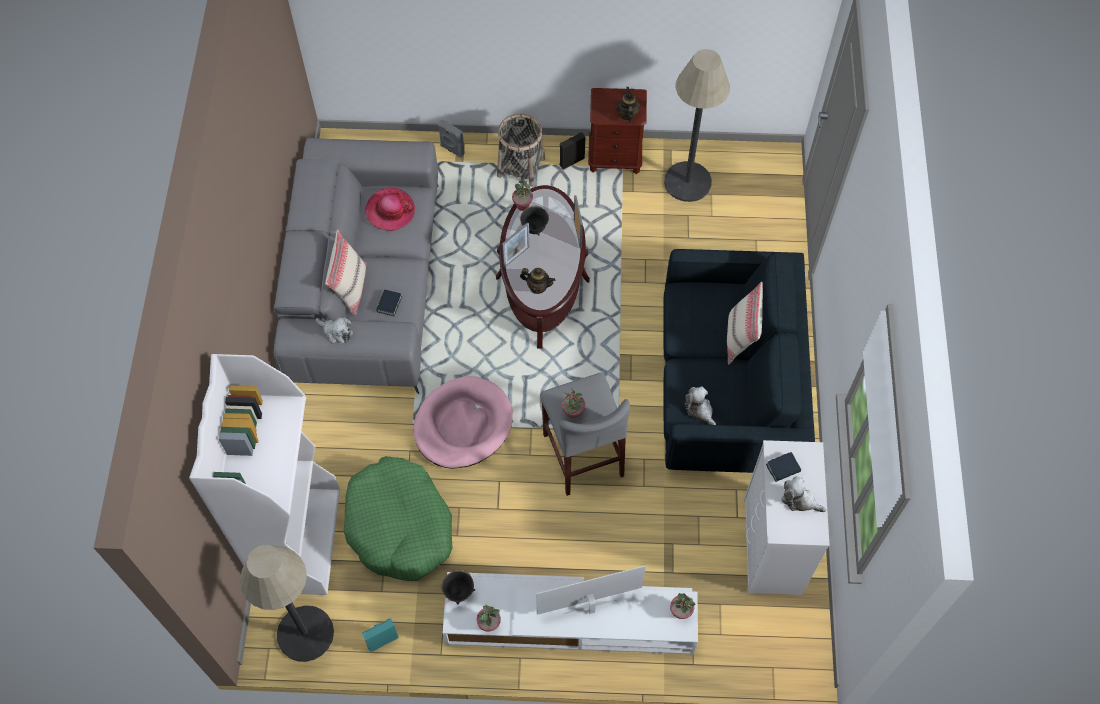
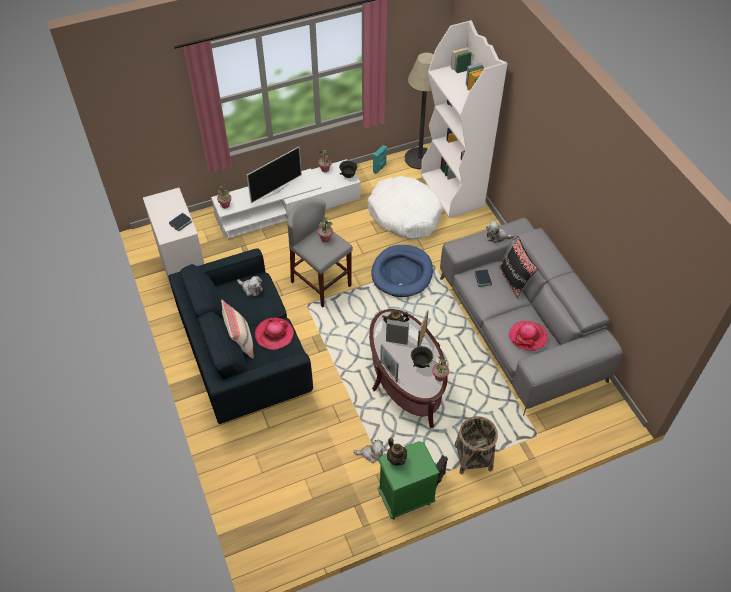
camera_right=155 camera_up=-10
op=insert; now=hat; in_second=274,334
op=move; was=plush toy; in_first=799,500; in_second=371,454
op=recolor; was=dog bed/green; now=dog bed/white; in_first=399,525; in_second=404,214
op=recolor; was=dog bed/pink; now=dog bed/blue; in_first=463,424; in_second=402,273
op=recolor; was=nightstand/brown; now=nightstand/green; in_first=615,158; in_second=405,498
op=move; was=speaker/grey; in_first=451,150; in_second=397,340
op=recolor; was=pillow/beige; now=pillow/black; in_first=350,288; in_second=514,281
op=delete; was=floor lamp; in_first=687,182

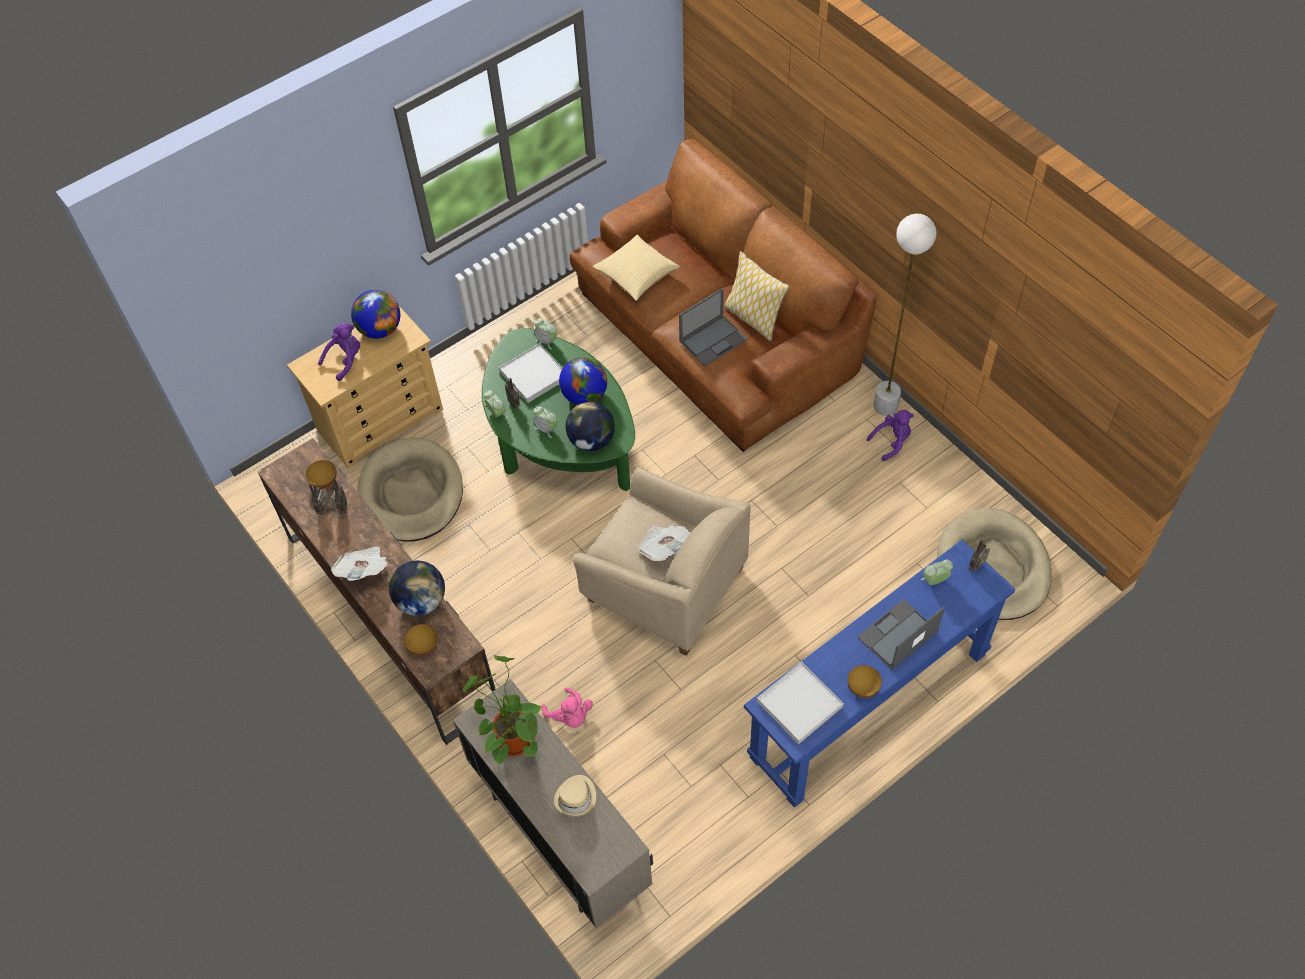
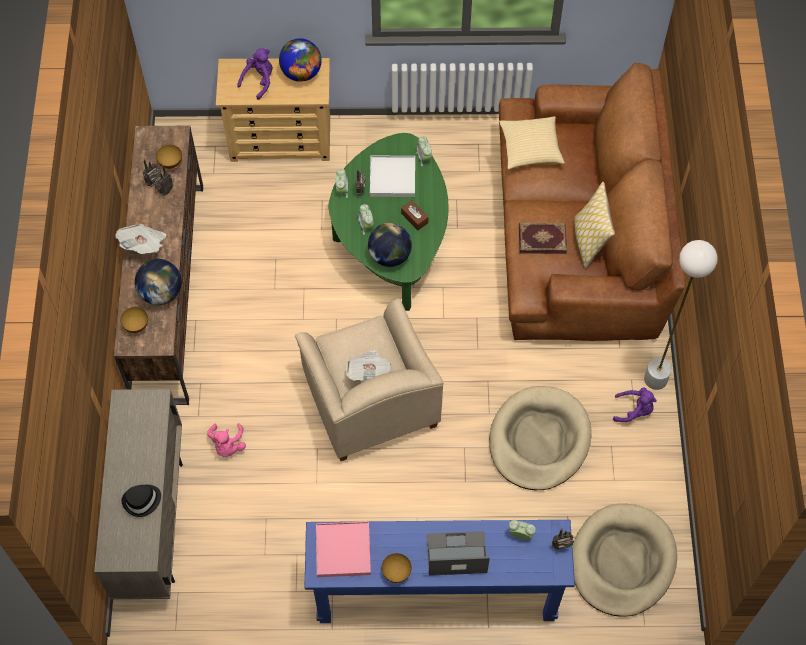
camera_right=35 camera_up=5
op=recolor; was=hat/beige; now=hat/black; in_first=576,797; in_second=142,501
op=rotate; was=plush toy/purple; in_first=345,360; in_second=259,81; clockwise=-45
op=recolor; was=tray/white; now=tray/pink; in_first=799,704; in_second=343,550
op=replace; was=globe; now=tissue box/brown; in_first=584,395; in_second=414,218
op=move; was=dog bed/beige; in_first=411,493; in_second=539,440
op=replace; was=laptop; now=book; in_first=713,340; in_second=542,238
op=delete; was=potted plant; in_first=510,738

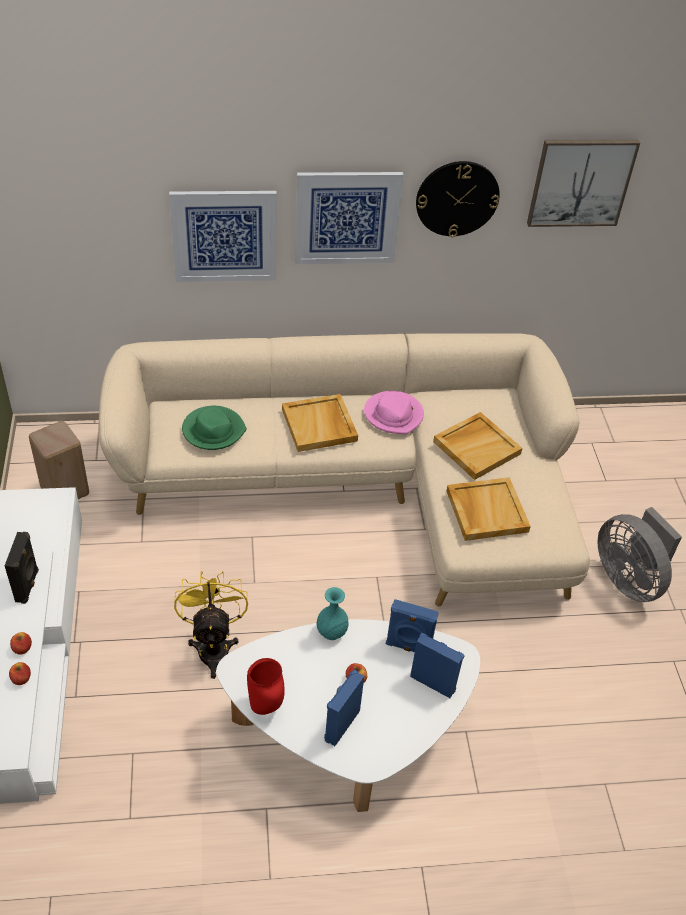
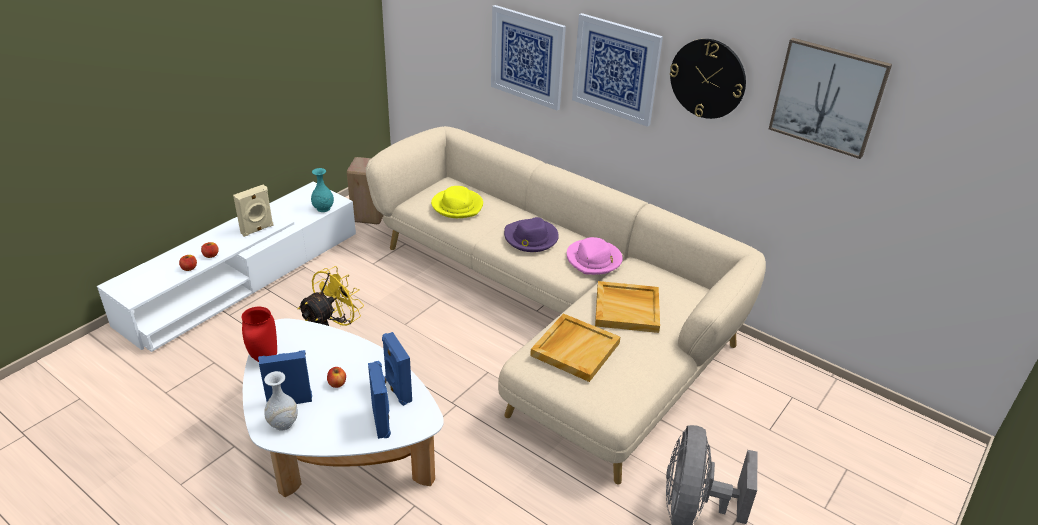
camera_right=45 camera_up=-10
op=recolor; was=speaker/black; now=speaker/beige; in_first=28,586; in_second=257,230
op=insert; now=vase/white; in_second=283,423
op=move; was=vase/turquoise; in_first=332,632; in_second=323,208
op=recolor; was=hat/green; now=hat/yellow; in_first=213,430; in_second=457,206
op=replace; was=tray/beige; now=hat/purple; in_first=320,425; in_second=531,238

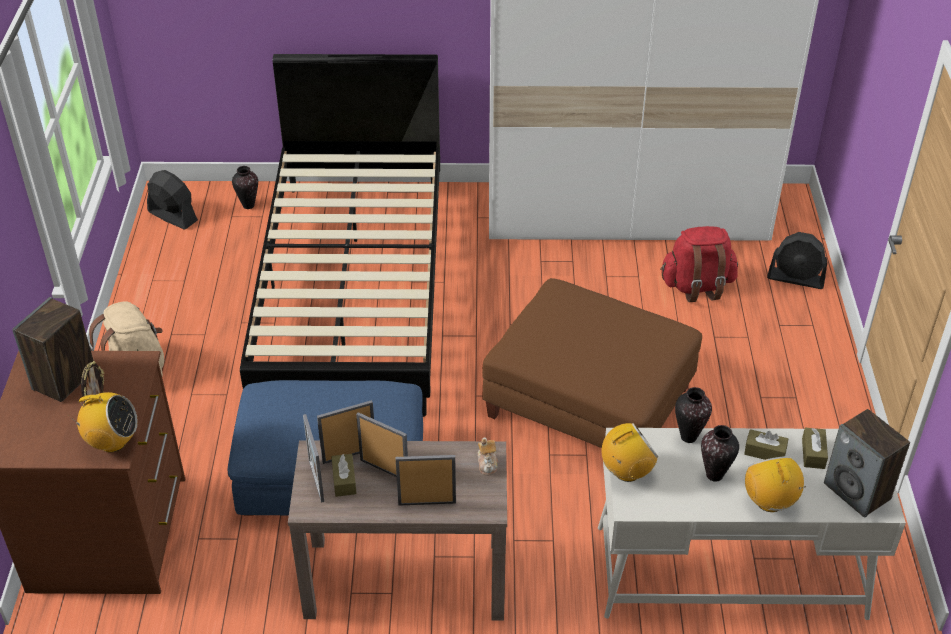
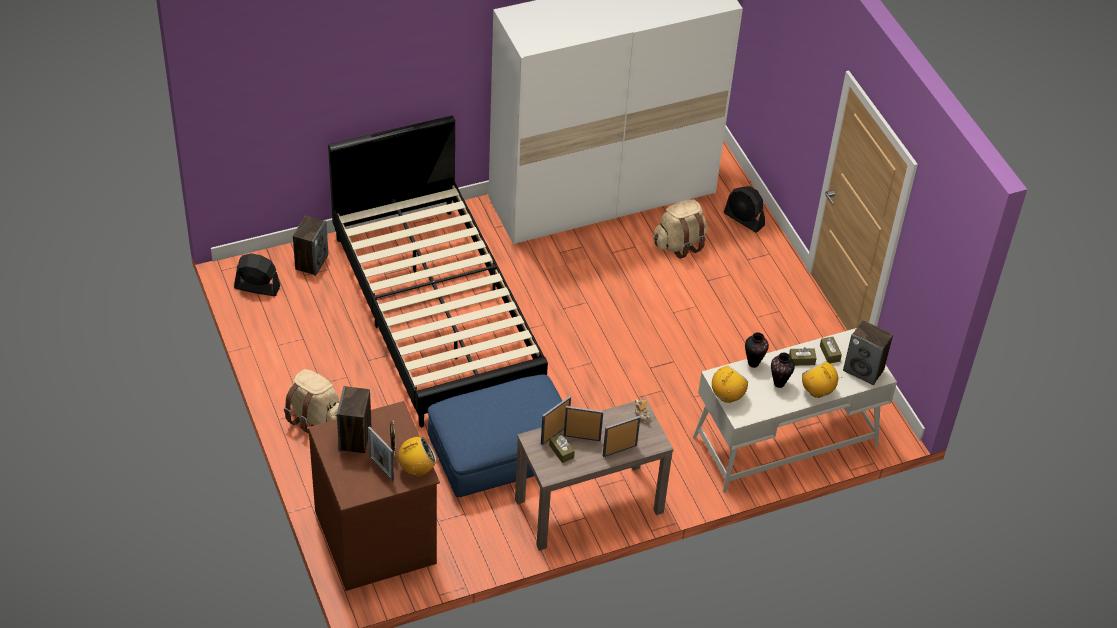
camera_right=-25 camera_up=5
op=replace; was=vase; now=speaker; in_first=248,205; in_second=311,262
op=move; was=picture frame; in_first=316,481; in_second=381,468
op=recolor; was=backpack/red; now=backpack/beige; in_first=697,286; in_second=679,244
op=rotate; was=fan/black; in_first=796,278; in_second=744,219; clockwise=45
op=delete; was=ottoman/brown; in_first=588,402

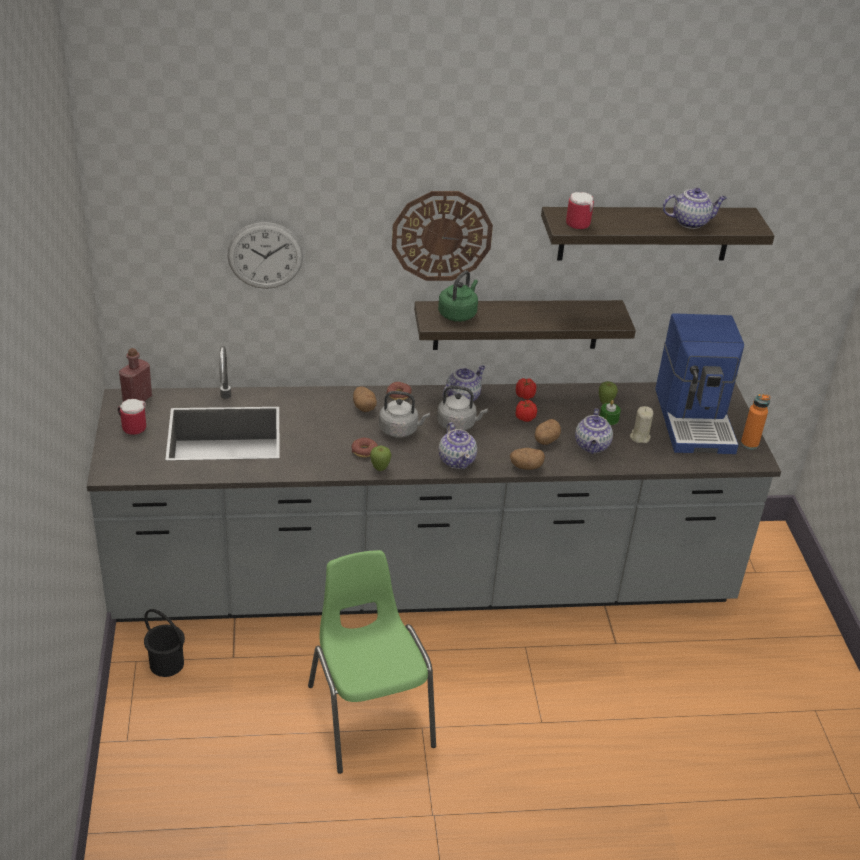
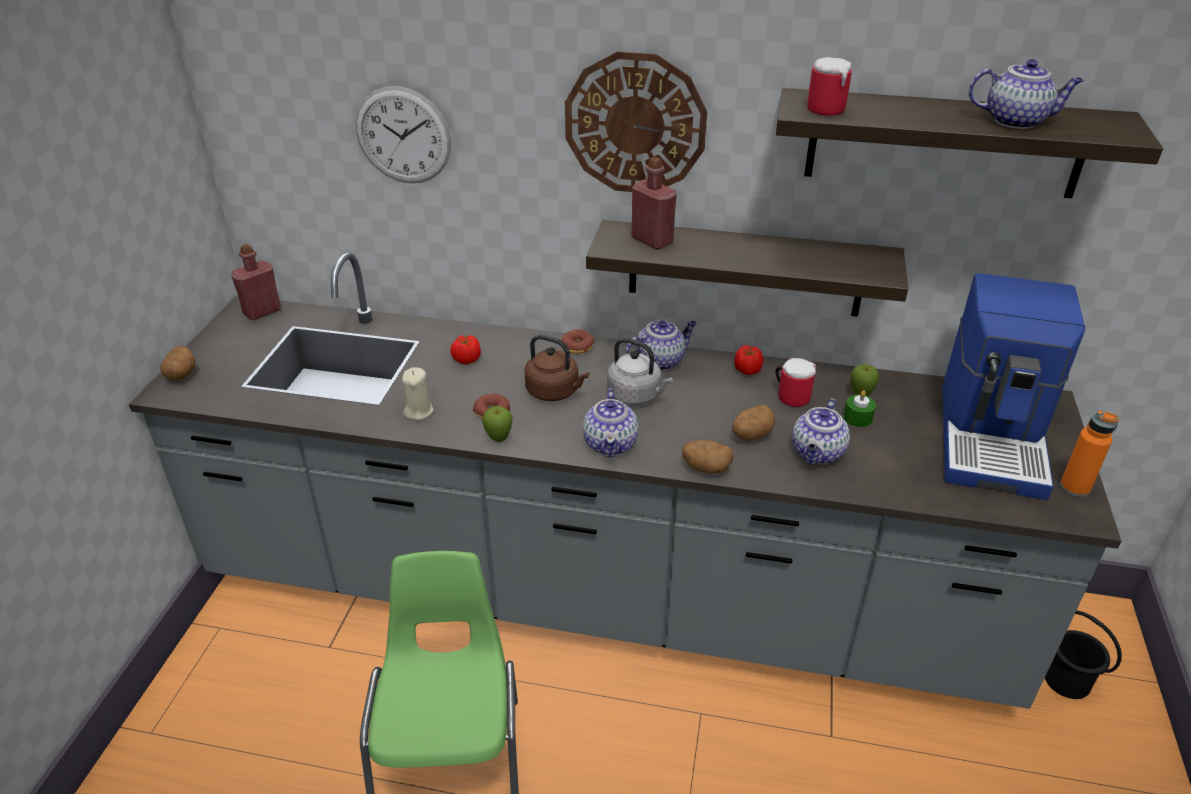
camera_right=20 camera_up=0
op=move; was=potato; in_first=364,407; in_second=182,374
op=move; was=candle/beige; in_first=639,437; in_second=418,411
op=move; was=tomato; in_first=524,418; in_second=466,359
op=recolor; was=kettle/grey; now=kettle/brown; in_first=400,430; in_second=555,392
op=replace; was=kettle/green; now=bottle/red; in_first=458,314; in_second=652,240
op=move; was=mug; in_first=132,426; in_second=791,395
op=move; was=bucket/black; in_first=167,663; in_second=1067,679

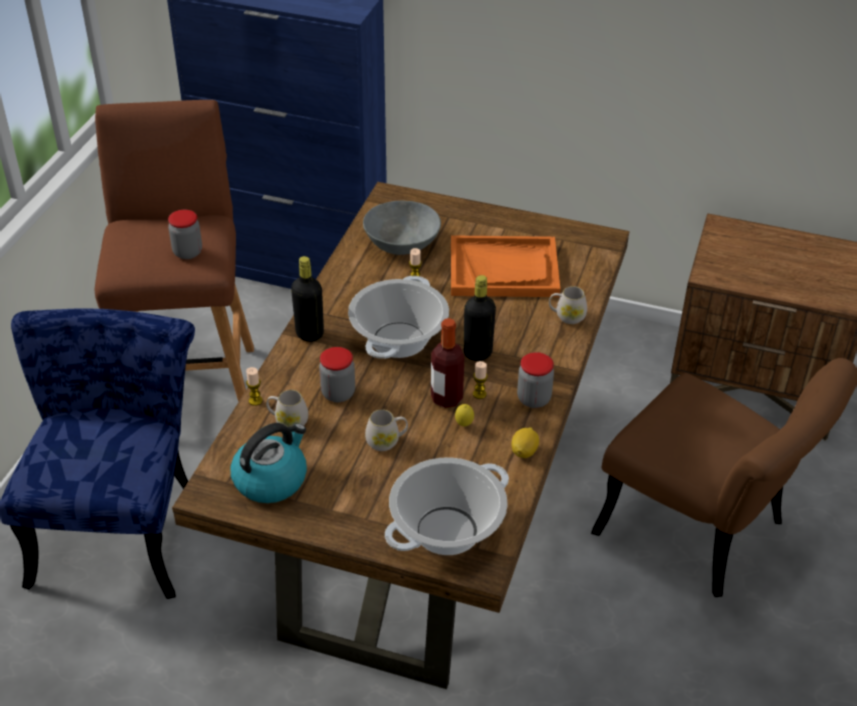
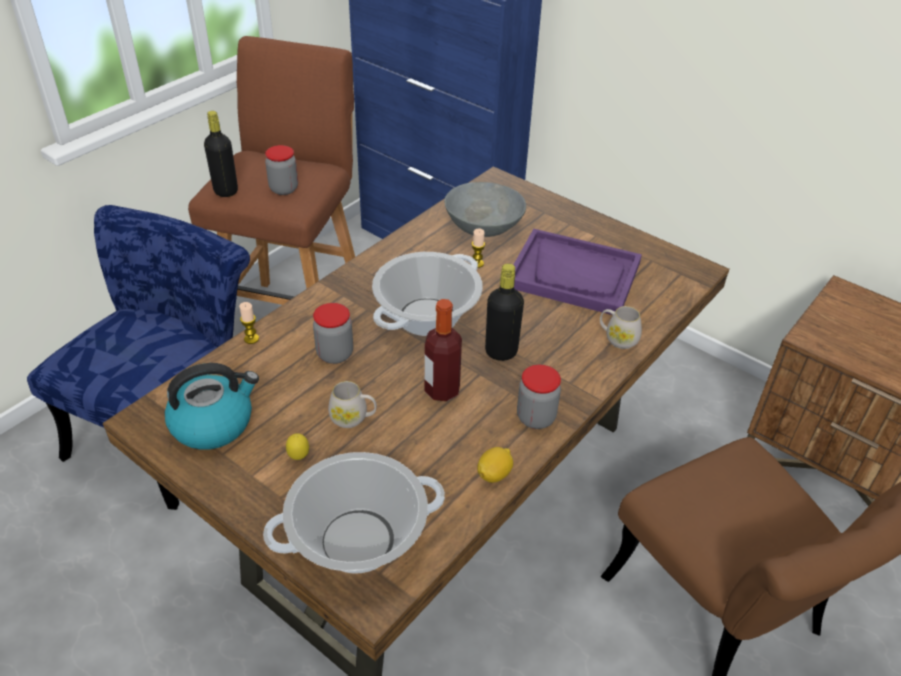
camera_right=20 camera_up=0
op=move; was=bottle/black; in_first=309,334; in_second=226,191
op=move; was=lemon; in_first=464,425; in_second=299,457
op=recolor; was=tray/orange; now=tray/purple; in_first=504,269; in_second=574,275
op=delete; was=mug/white; in_first=288,421
op=delete; was=candle; in_first=479,394

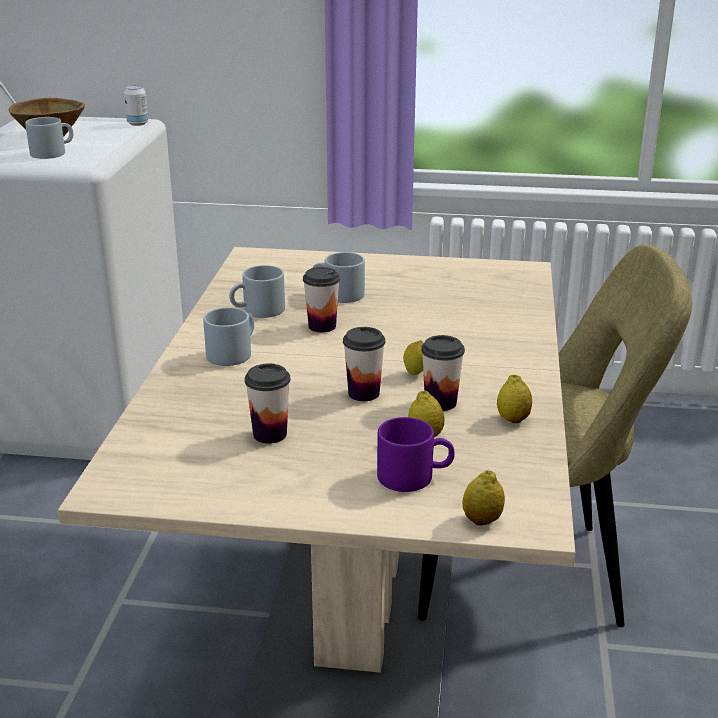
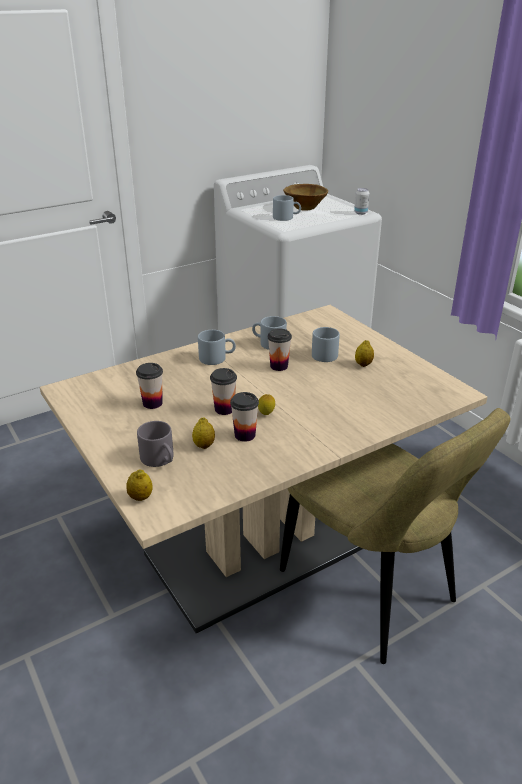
camera_right=50 camera_up=5
op=recolor; was=mug/purple; now=mug/grey; in_first=414,476; in_second=160,459
op=move; was=lemon; in_first=513,419; in_second=363,364

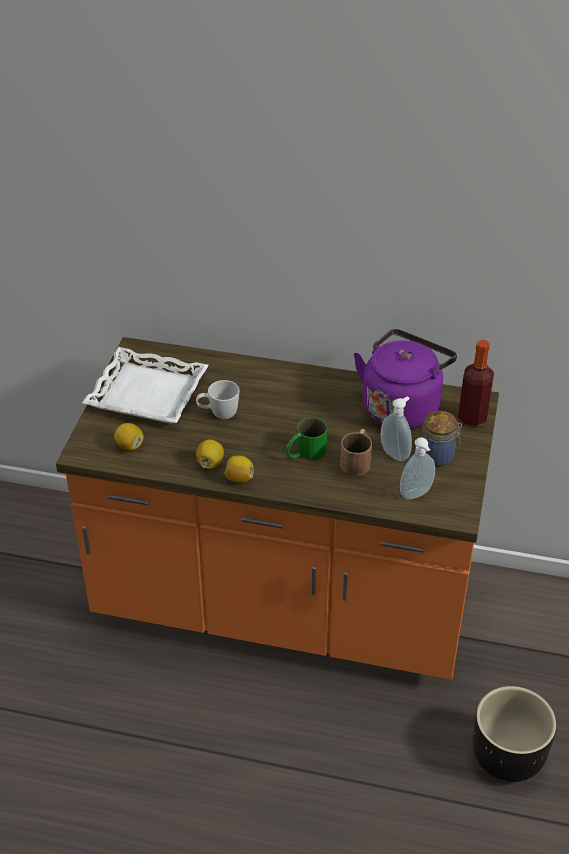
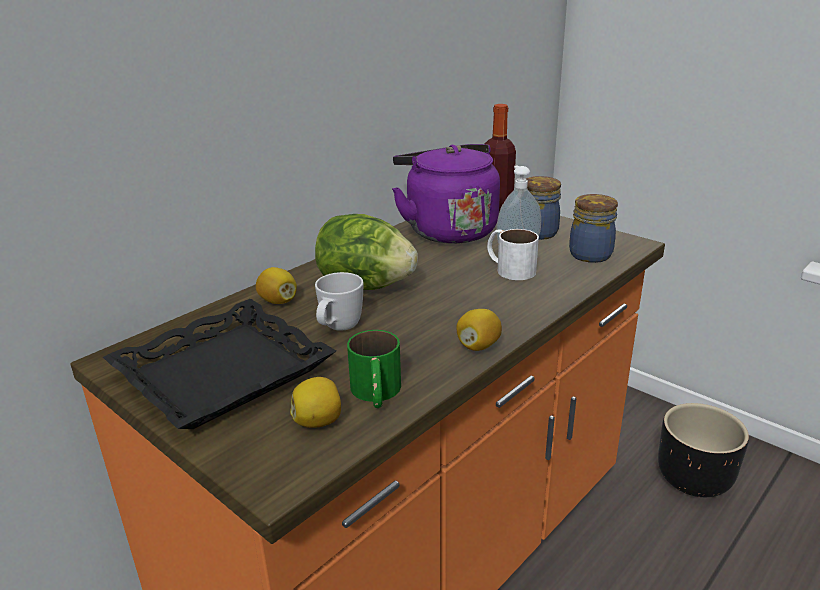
camera_right=-60 camera_up=-15
op=recolor; was=tray/white; now=tray/black; in_first=148,393; in_second=222,372
op=move; was=lemon; in_first=210,463; in_second=278,301
op=insert; now=lettuce; in_second=365,286
op=move; was=mug/green; in_first=305,452; in_second=376,394
op=recolor; was=mug/brown; now=mug/white; in_first=357,459; in_second=509,268
op=replace; was=soap dispenser; now=jar; in_first=417,495; in_second=589,254

